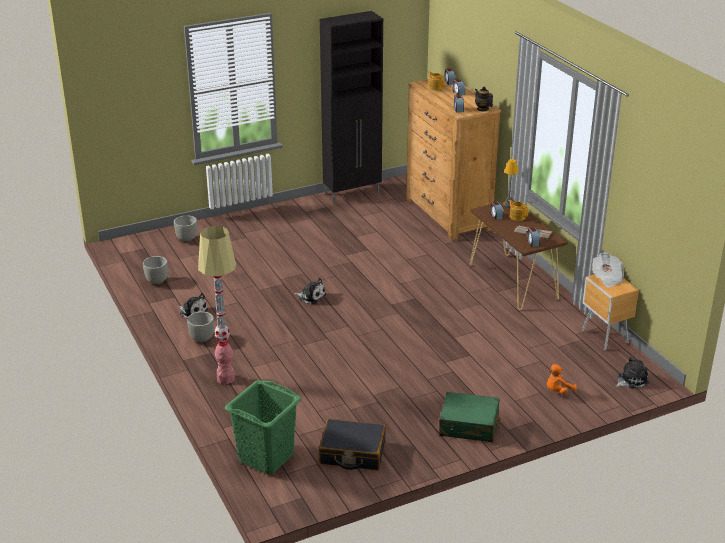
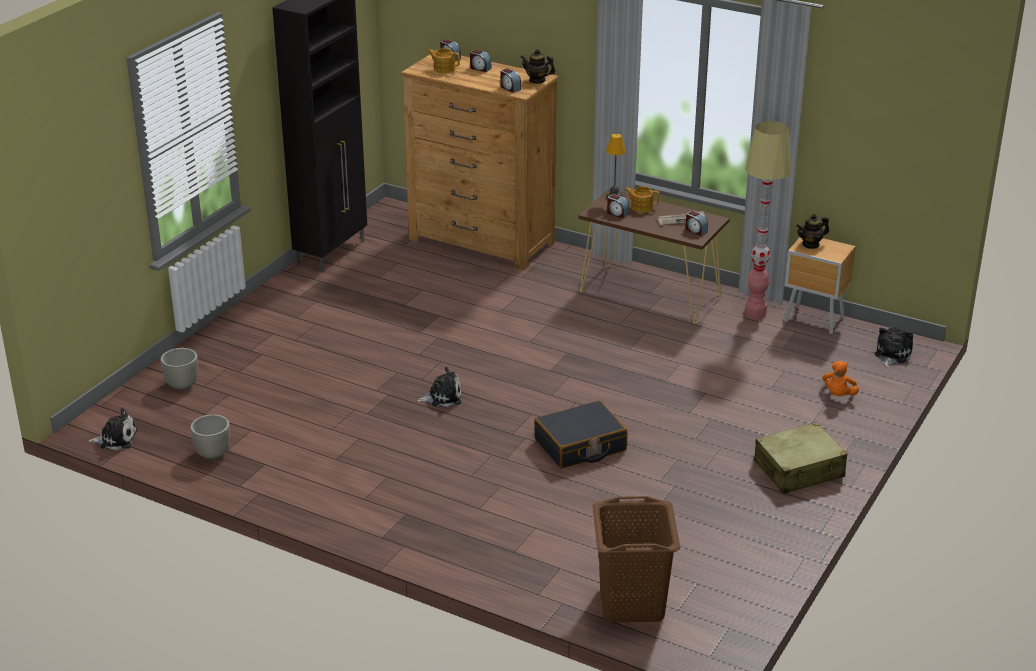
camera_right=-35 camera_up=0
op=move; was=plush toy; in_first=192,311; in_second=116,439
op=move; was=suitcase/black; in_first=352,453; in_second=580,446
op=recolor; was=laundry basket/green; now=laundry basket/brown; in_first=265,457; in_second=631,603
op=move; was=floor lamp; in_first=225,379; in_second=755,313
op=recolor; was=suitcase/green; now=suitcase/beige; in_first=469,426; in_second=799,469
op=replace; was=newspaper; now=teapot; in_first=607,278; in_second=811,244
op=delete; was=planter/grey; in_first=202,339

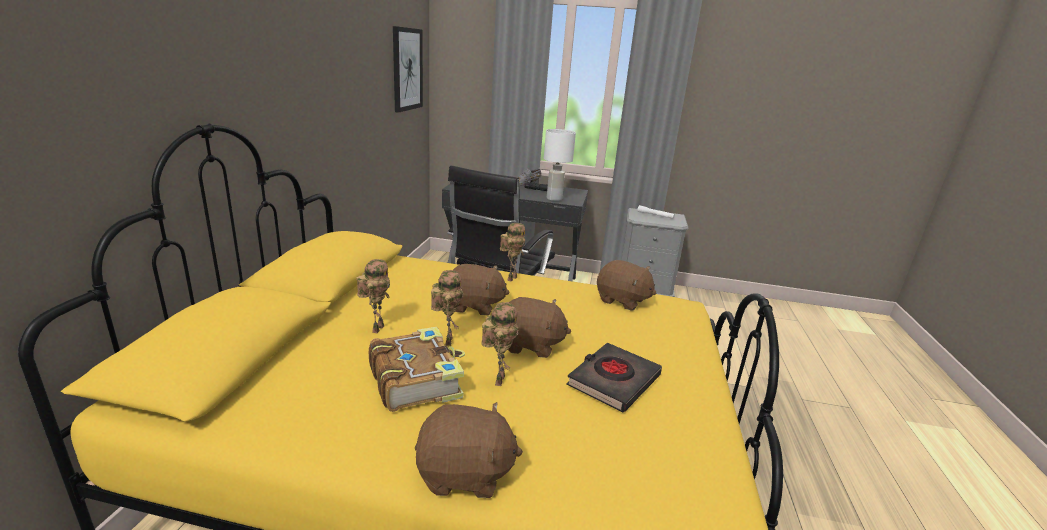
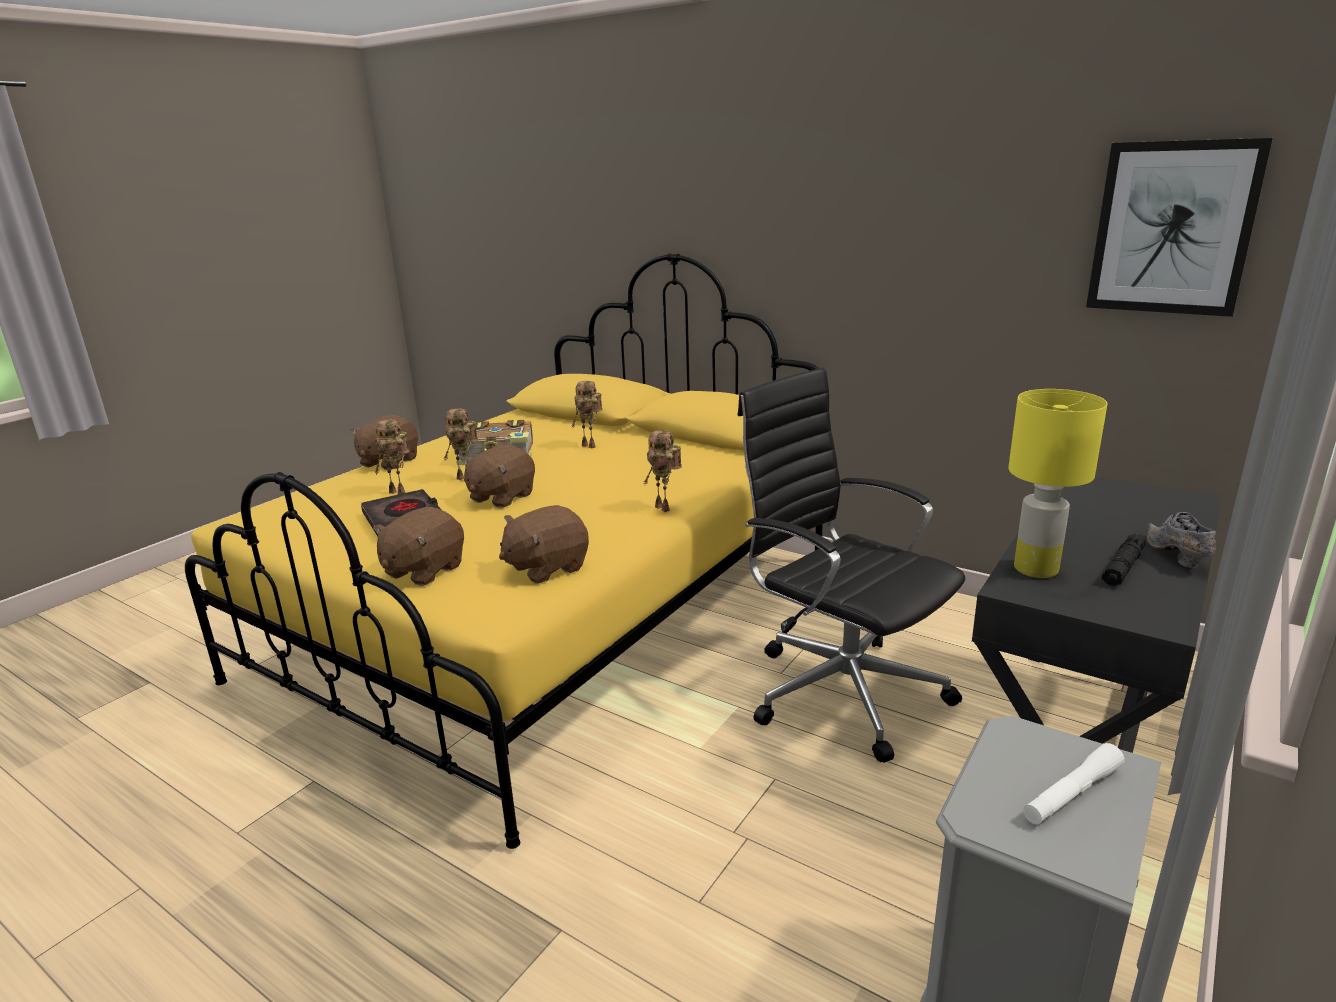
camera_right=115 camera_up=0
op=move; was=plush toy/brown; in_first=474,306; in_second=423,570
op=move; was=toy robot; in_first=447,340; in_second=399,492
op=recolor; was=table lamp/white; now=table lamp/yellow; in_first=554,199; in_second=1034,569

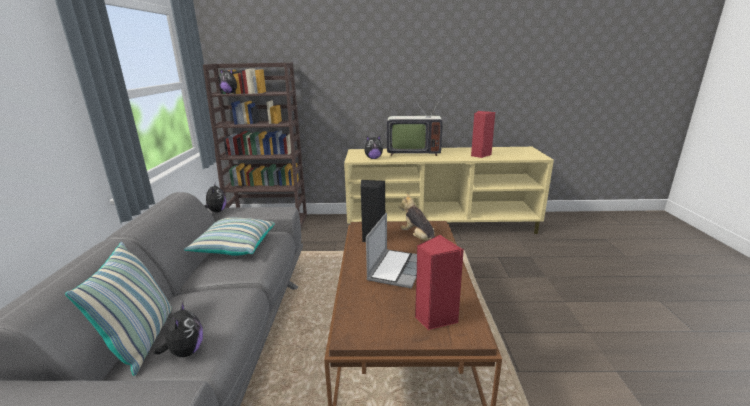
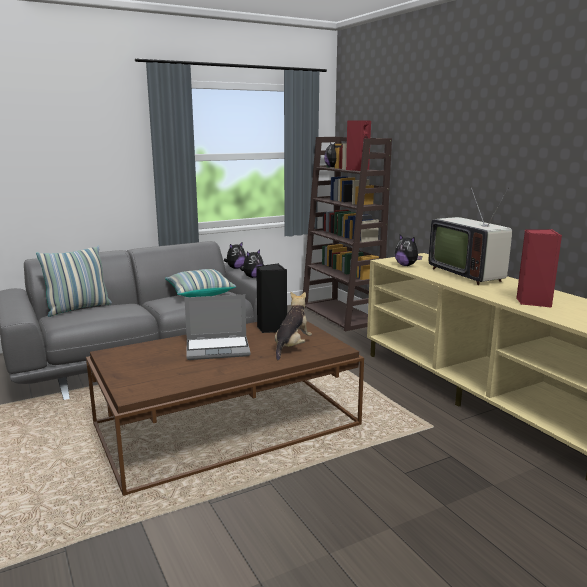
camera_right=60 camera_up=-5
op=move; was=plush toy; in_first=185,351; in_second=252,277
op=move; was=speaker/red; in_first=434,318; in_second=357,170

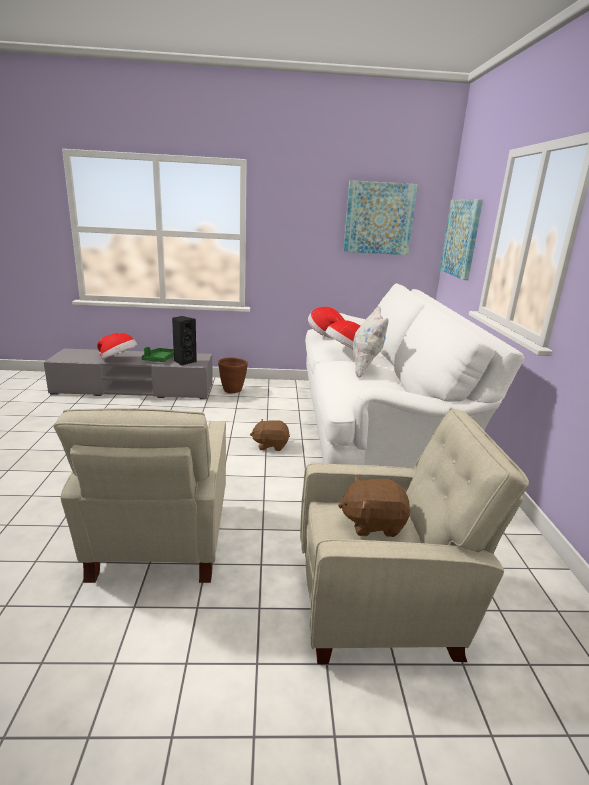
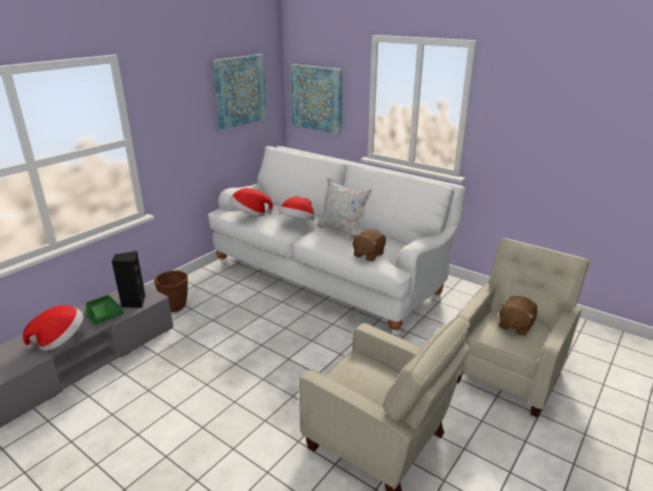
camera_right=-50 camera_up=5
op=move; was=plush toy/brown; in_first=270,445; in_second=368,255

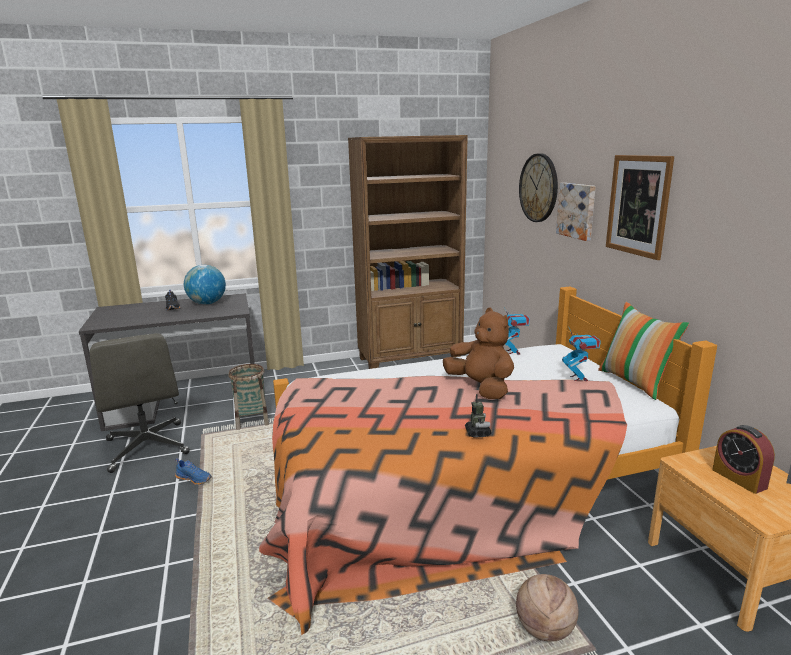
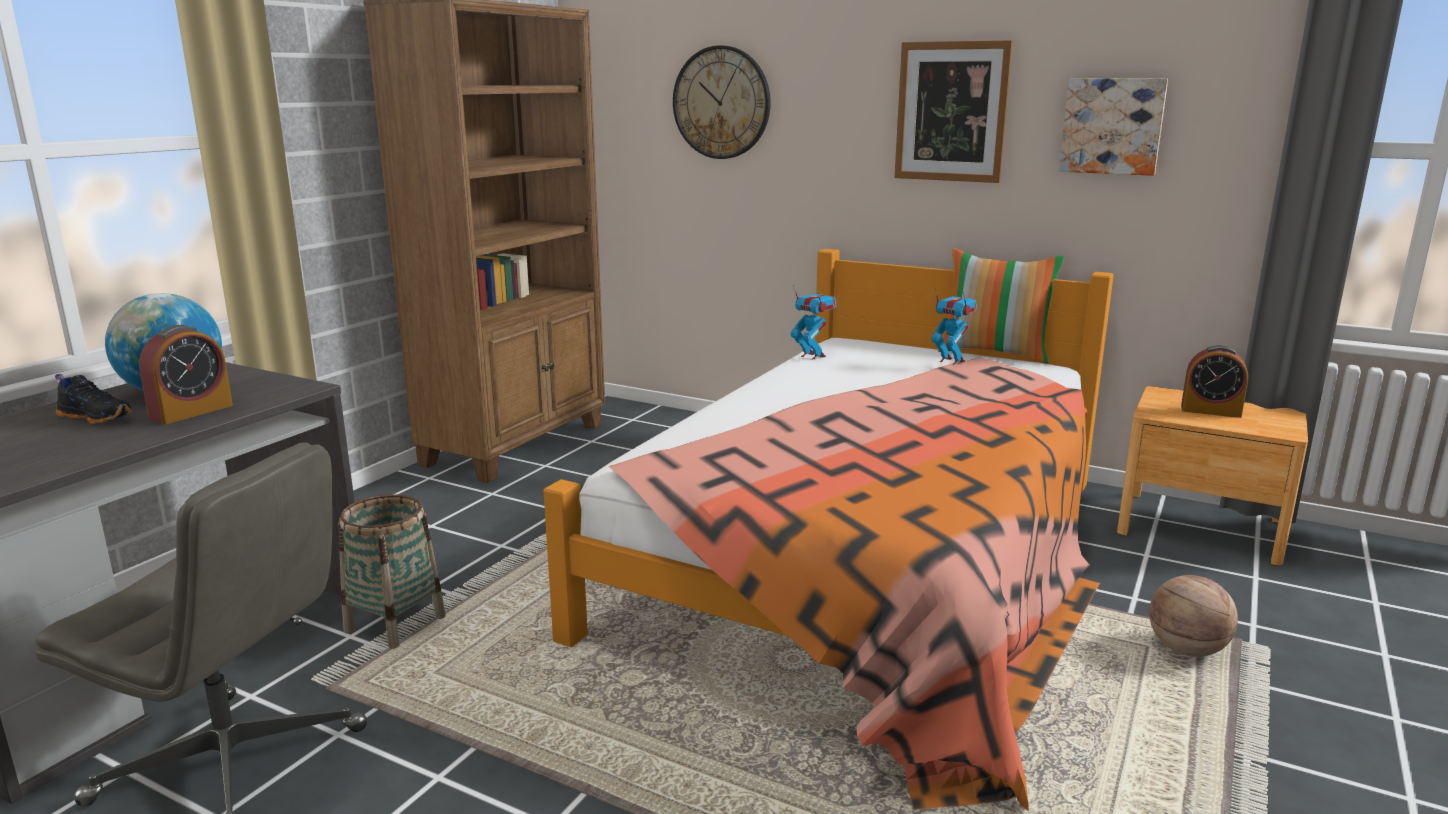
camera_right=-45 camera_up=0
op=insert; now=alarm clock; in_second=191,412
op=move; was=picture; in_first=577,210; in_second=1112,126
op=delete; was=shoe/blue; in_first=194,478
op=delete; was=plush toy/brown; in_first=481,388
op=delete; was=toy robot; in_first=477,433

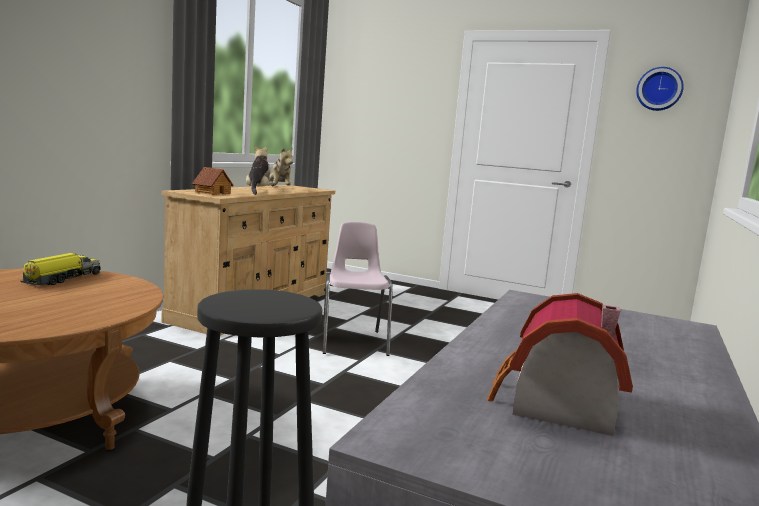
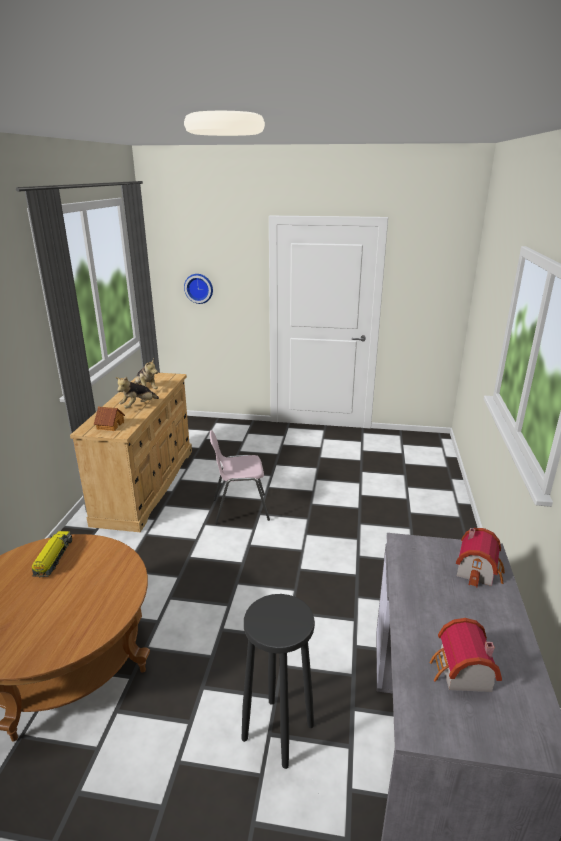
camera_right=-15 camera_up=15
op=rotate; was=plush toy; in_first=258,192; in_second=138,406; clockwise=-120
op=move; was=wall clock; in_first=659,89; in_second=199,288
op=rotate; was=chair/pink; in_first=353,342; in_second=240,509; clockwise=-75
op=insert; now=toy house; in_second=479,570

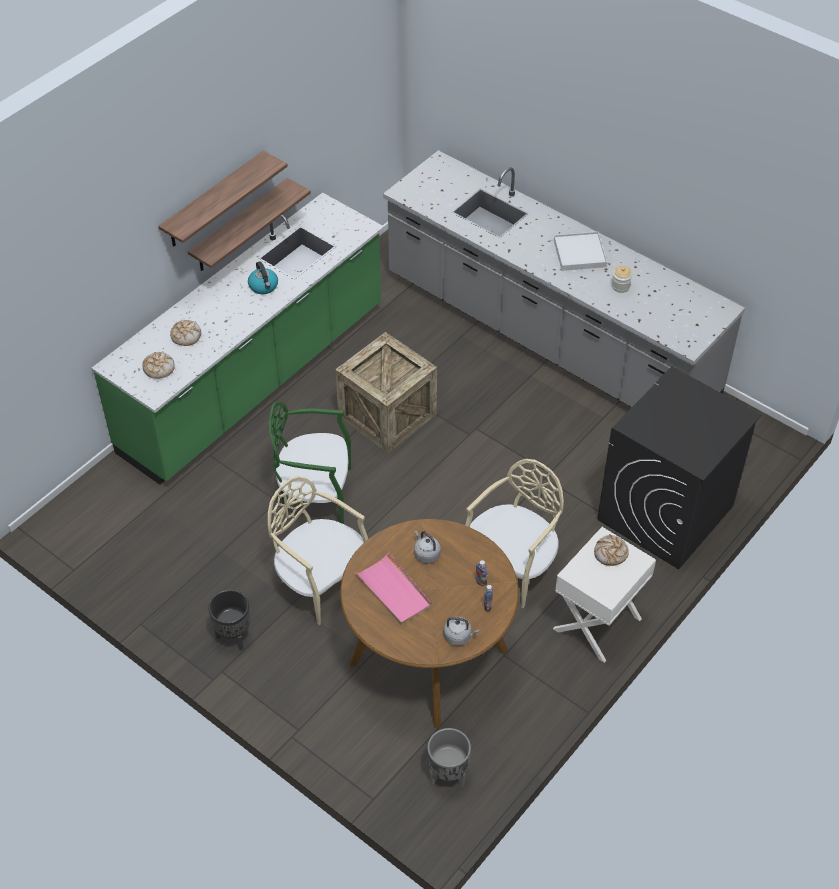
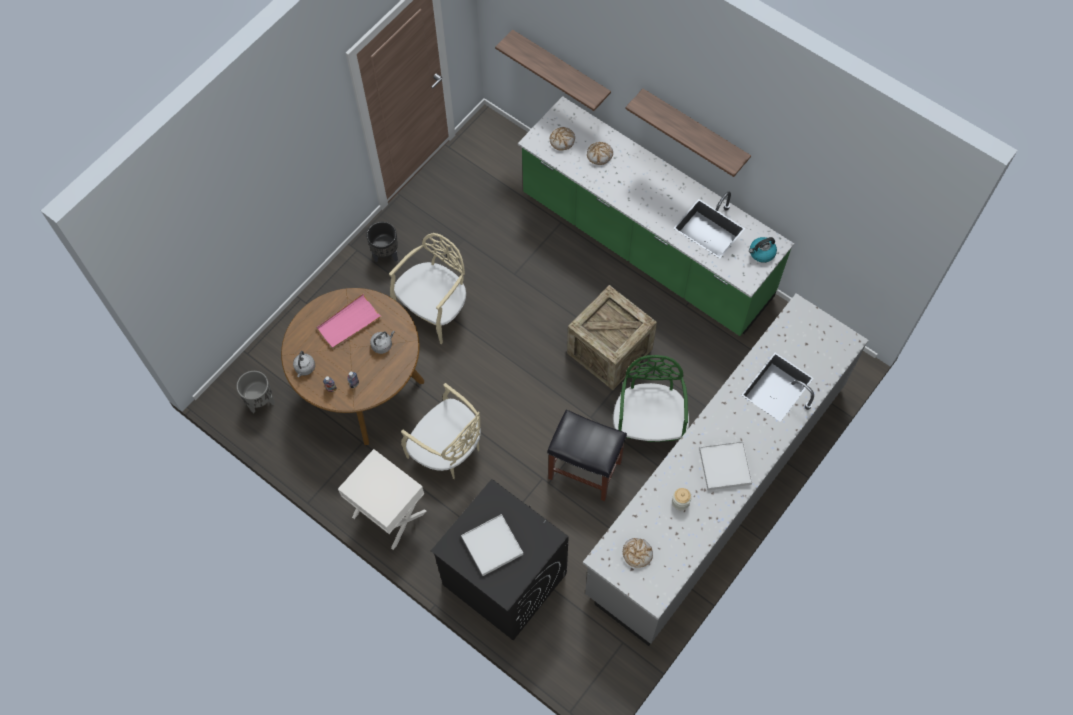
camera_right=90 camera_up=15
op=insert; now=tray/white; in_second=492,546
op=move; was=shelf; in_first=240,226; in_second=561,69
op=insert; now=stool/black; in_second=584,470
op=move; was=chair/green; in_first=315,494; in_second=648,427
op=move; was=bread; in_first=610,553; in_second=637,553
op=move; was=kettle; in_first=264,286; in_second=761,253

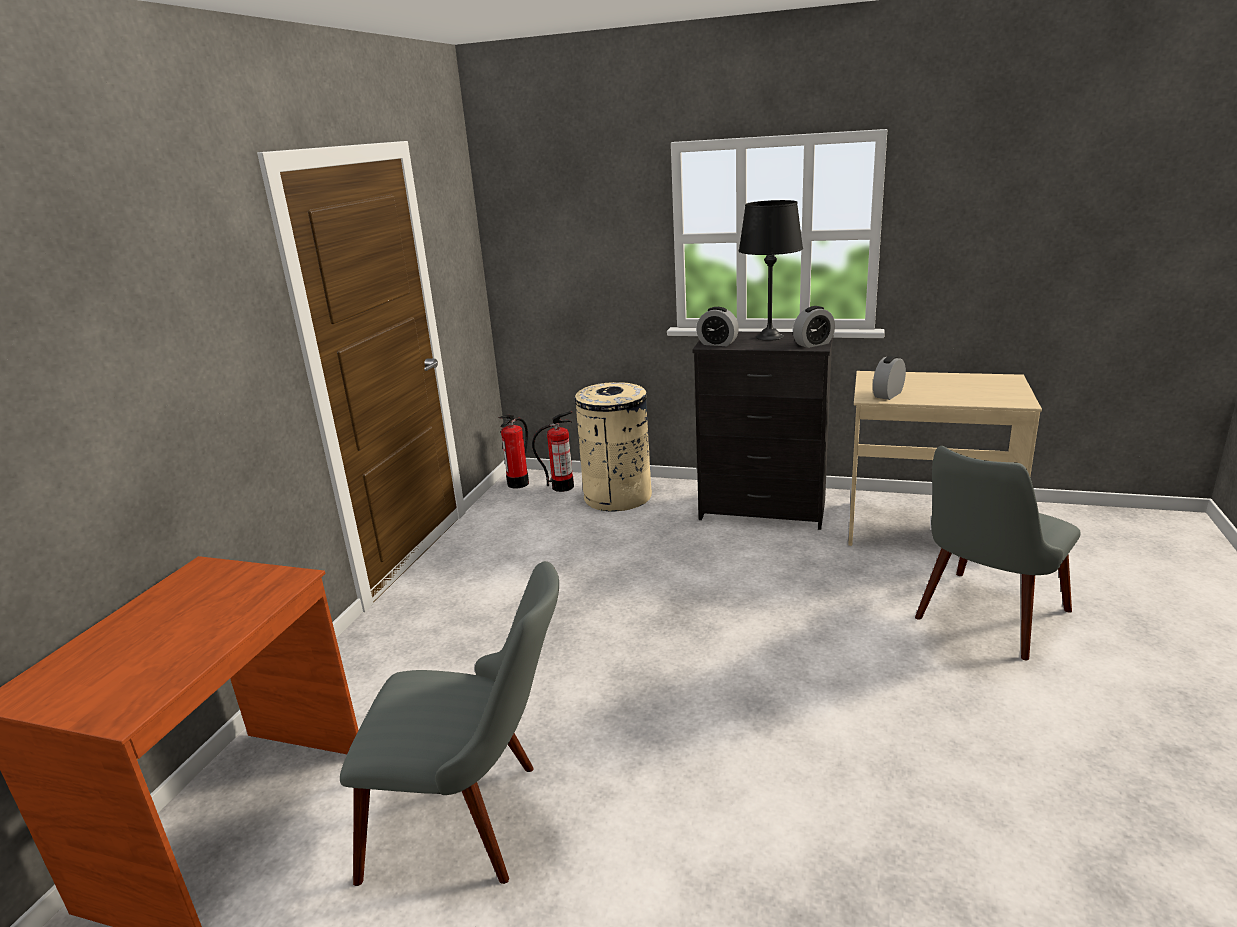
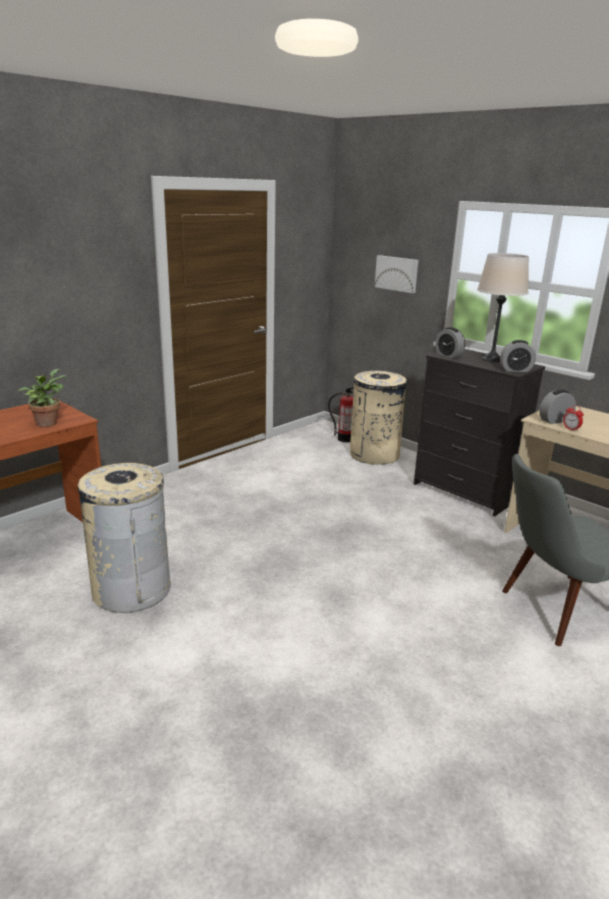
camera_right=25 camera_up=0
op=insert; now=potted plant; in_second=47,422
op=replace; was=chair/grey; now=trash can/beige; in_first=476,819; in_second=131,589
op=insert; now=picture; in_second=397,273
op=recolor; was=table lamp/black; now=table lamp/beige; in_first=769,337; in_second=492,359
op=insert; now=alarm clock; in_second=571,429
op=delete; was=fire extinguisher; in_first=518,483

